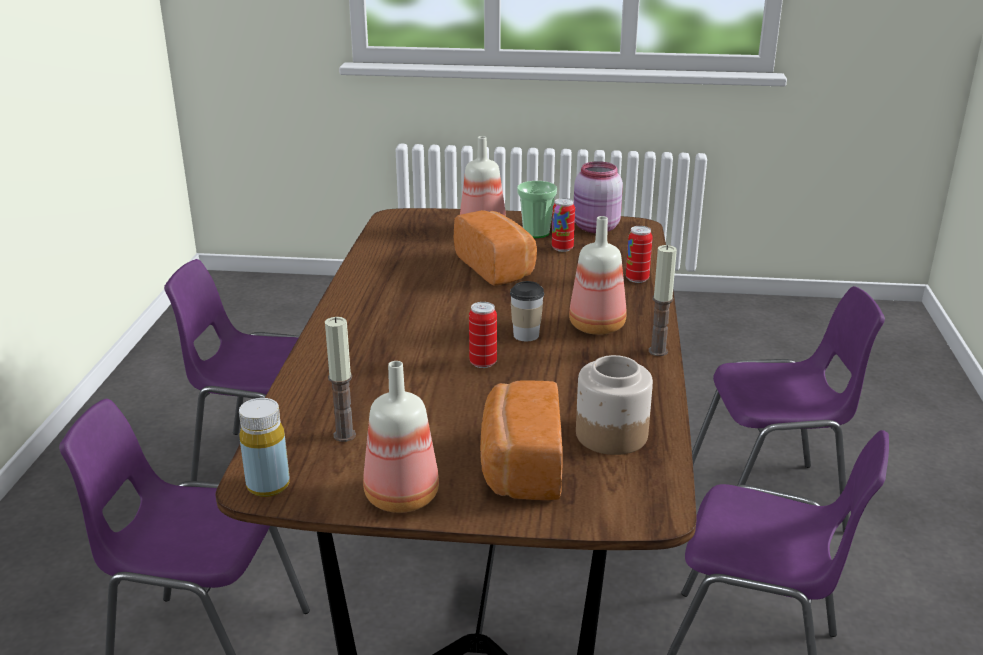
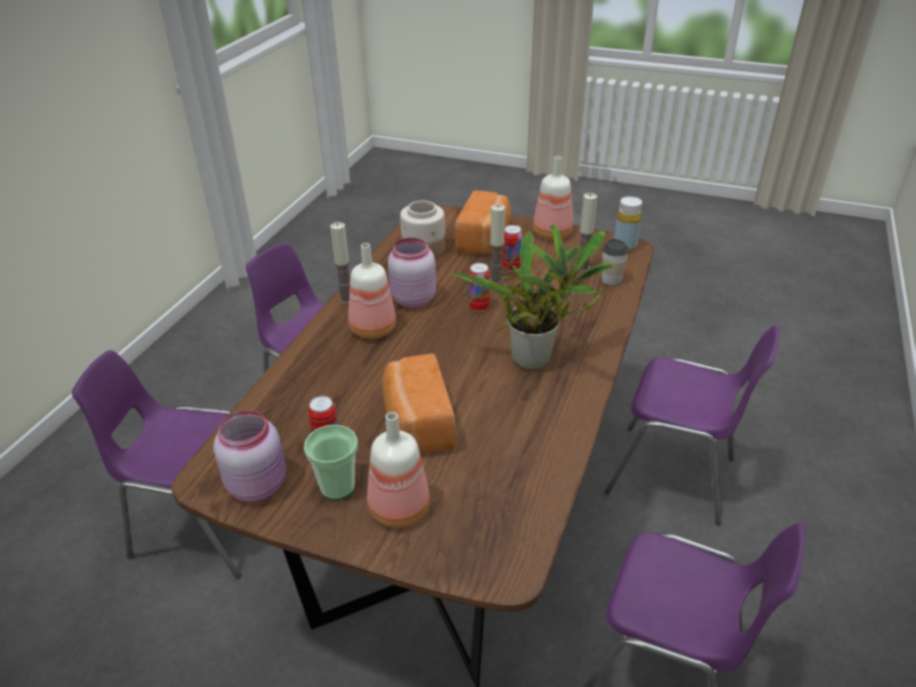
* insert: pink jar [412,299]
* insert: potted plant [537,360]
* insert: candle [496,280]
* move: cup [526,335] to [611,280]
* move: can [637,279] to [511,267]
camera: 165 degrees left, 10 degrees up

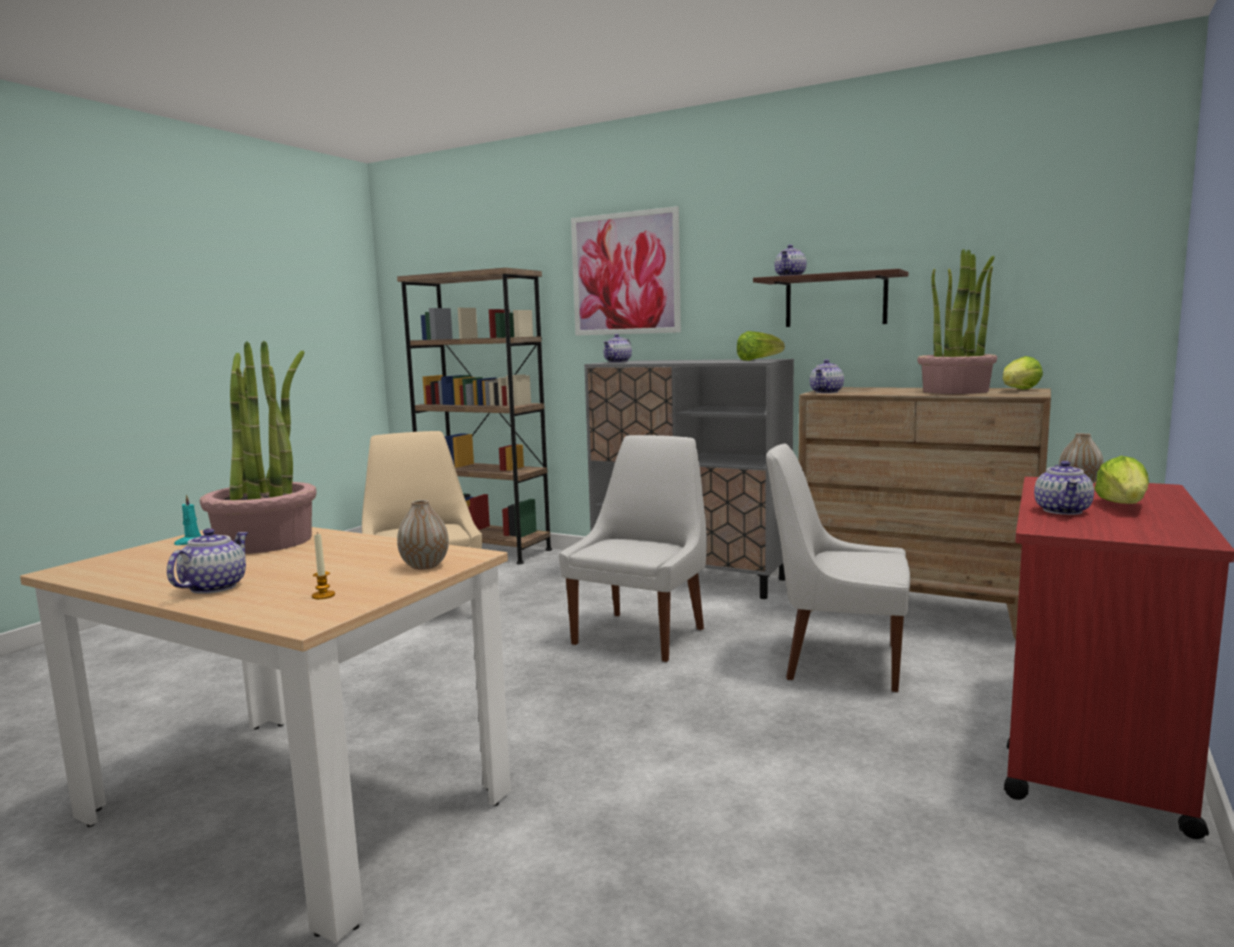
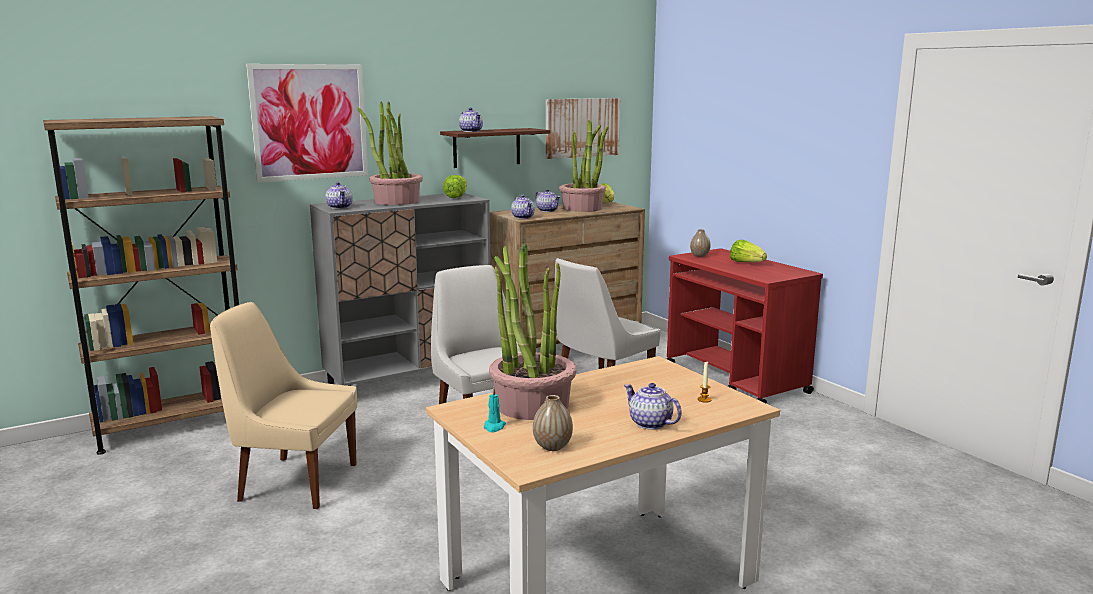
* insert: potted plant [396,201]
* insert: picture [582,127]
* move: vase [425,566] to [552,446]
* move: teapot [1063,511] to [547,210]
camera: 60 degrees left, 5 degrees up

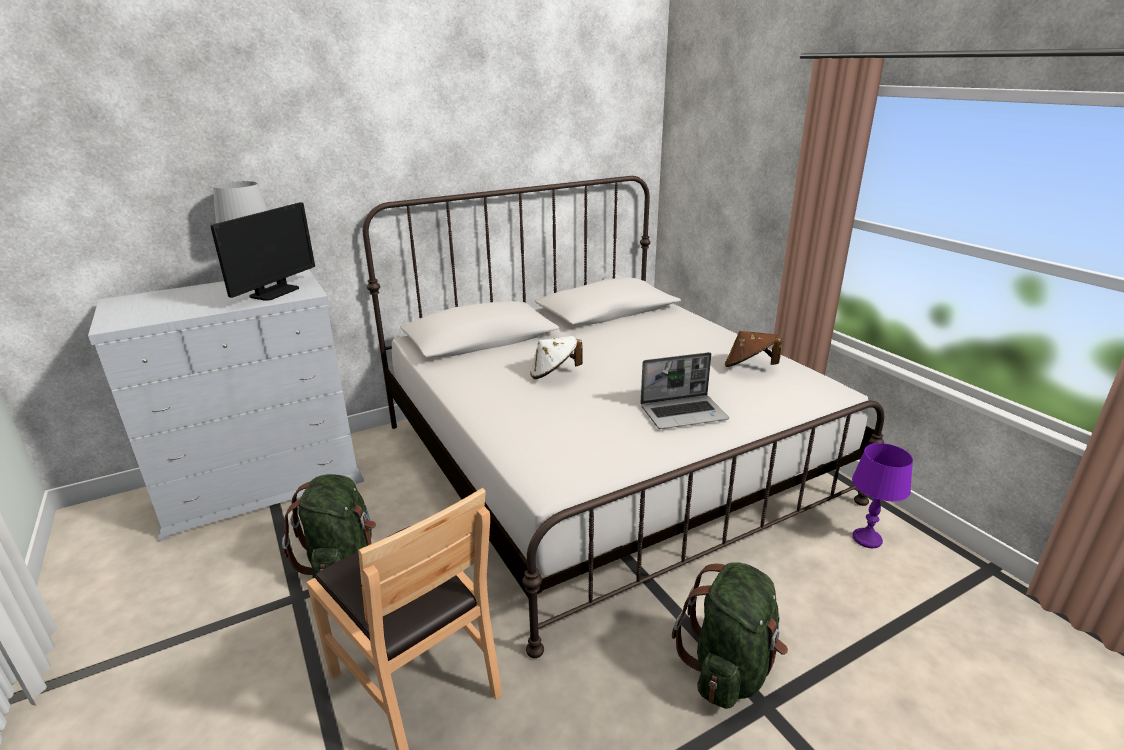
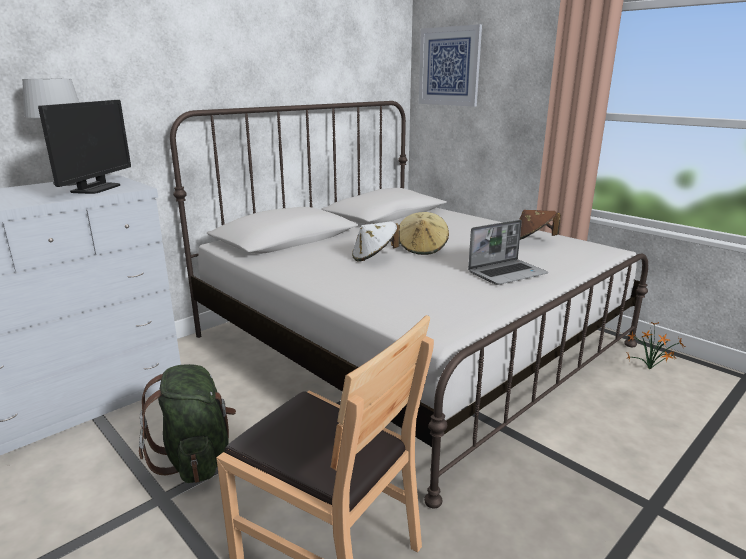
* delete: green backpack [729,668]
* insert: beige hat [422,248]
* insert: picture [449,66]
* replace: purple table lamp [867,539] to potted plant [651,370]
camera: 15 degrees left, 5 degrees down

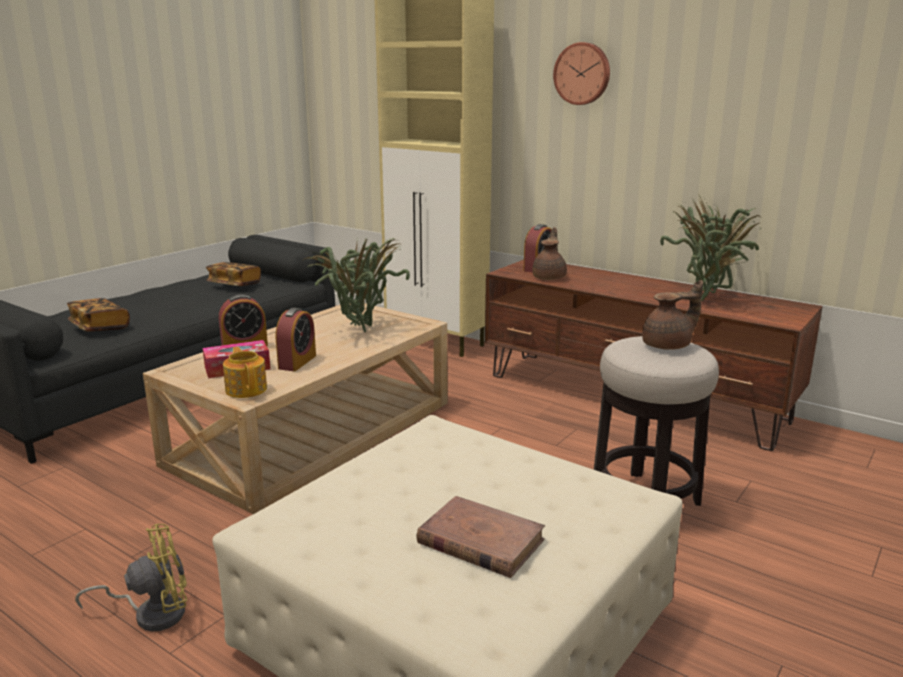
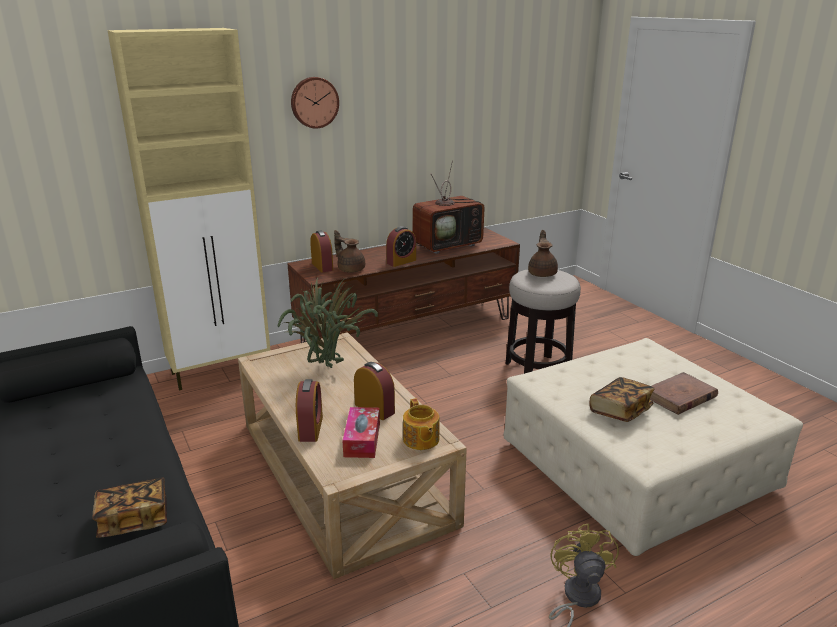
* insert: alarm clock [401,261]
* move: book [234,285] to [620,411]
* replace: potted plant [708,299] to television [448,245]
* rotate: teapot [246,389] = [420,440] 105 degrees counterclockwise
camera: 65 degrees left, 5 degrees up

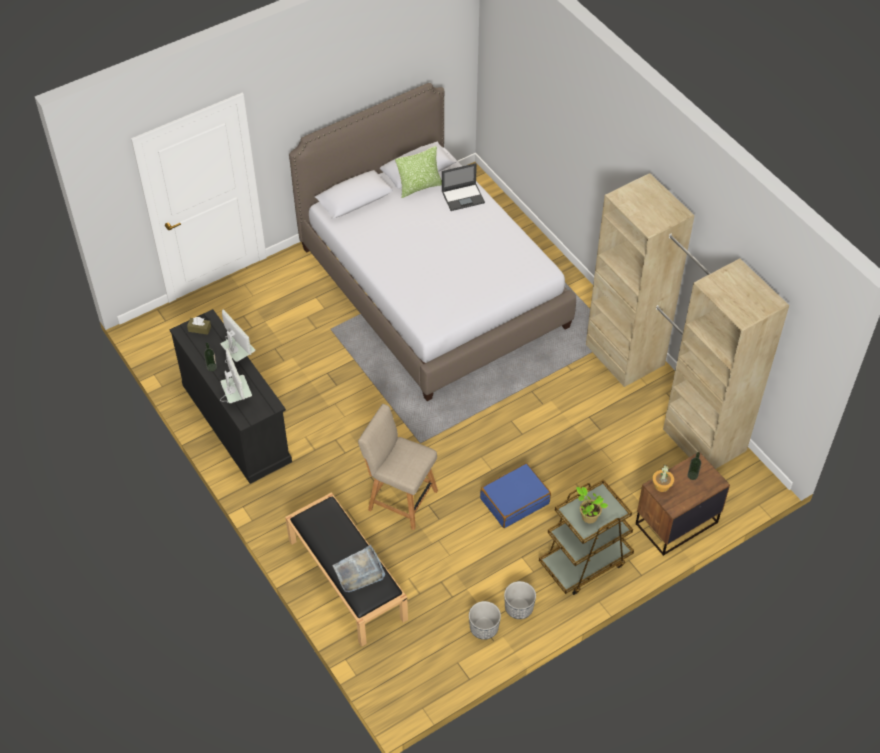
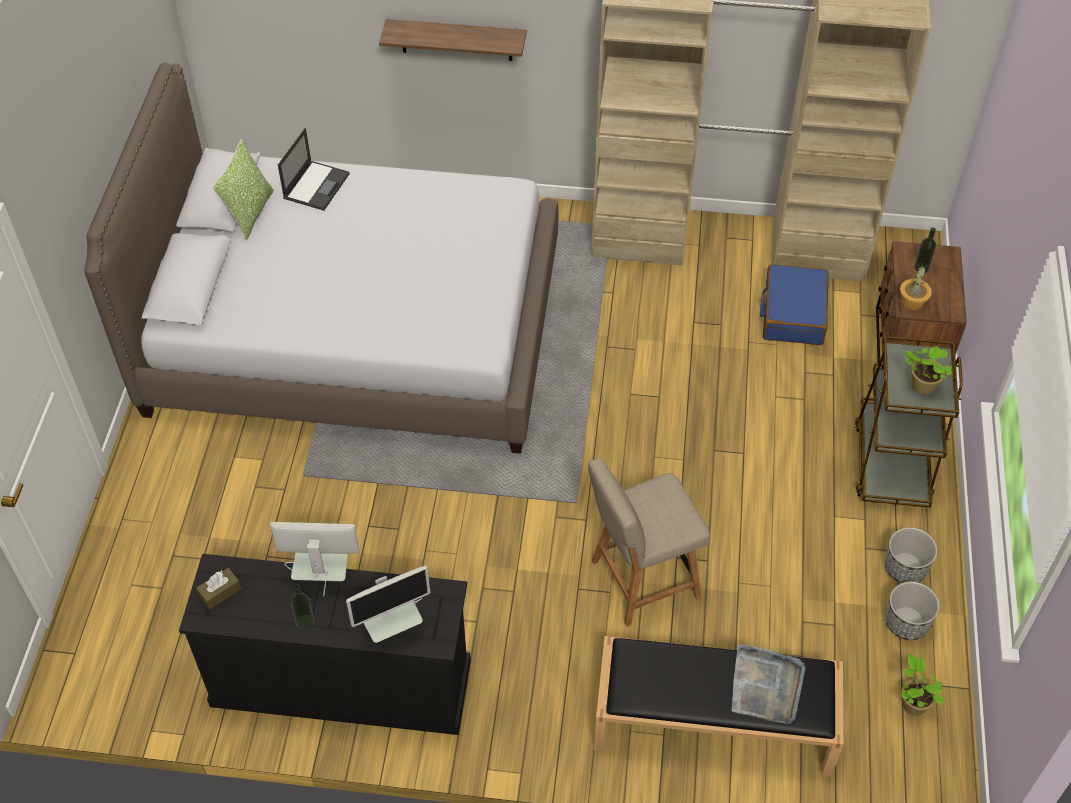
* insert: shelf [456,40]
* insert: potted plant [912,703]
* move: blue suitcase [514,500] to [793,313]
* rotate: monitor [236,398] = [392,627] 135 degrees clockwise
camera: 50 degrees left, 0 degrees up

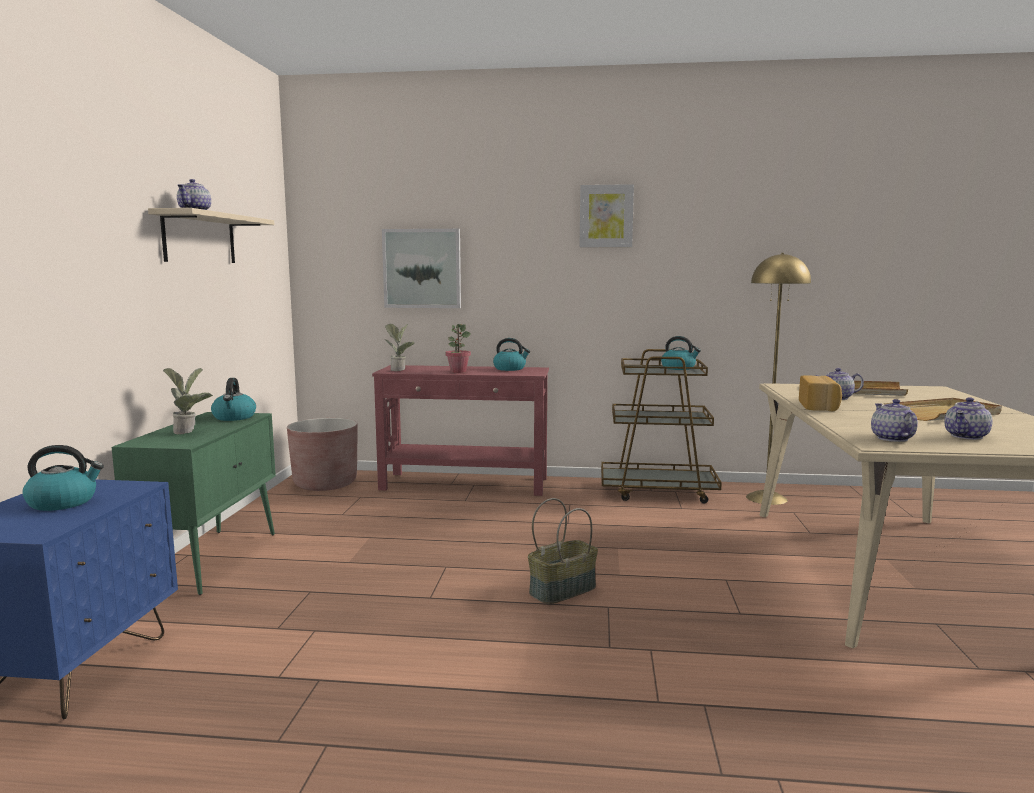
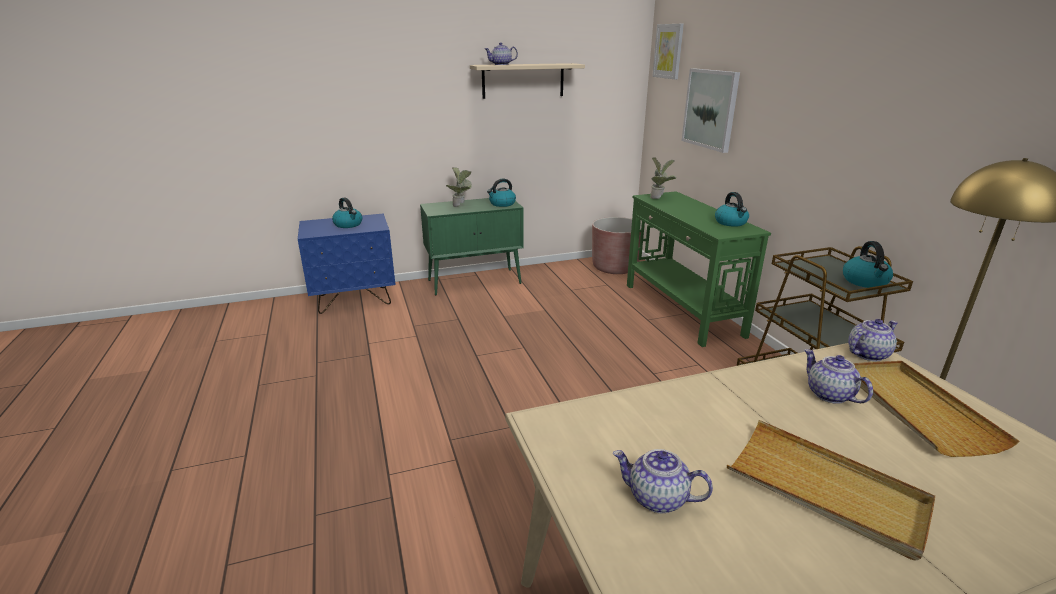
* delete: potted plant [458,371]
* delete: basket [562,590]
* delete: bread [819,406]
* move: picture [606,216] to [668,51]
* move: teapot [891,438] to [867,354]
* recolor: red console table [465,484] to green console table [681,310]
camera: 65 degrees right, 15 degrees up

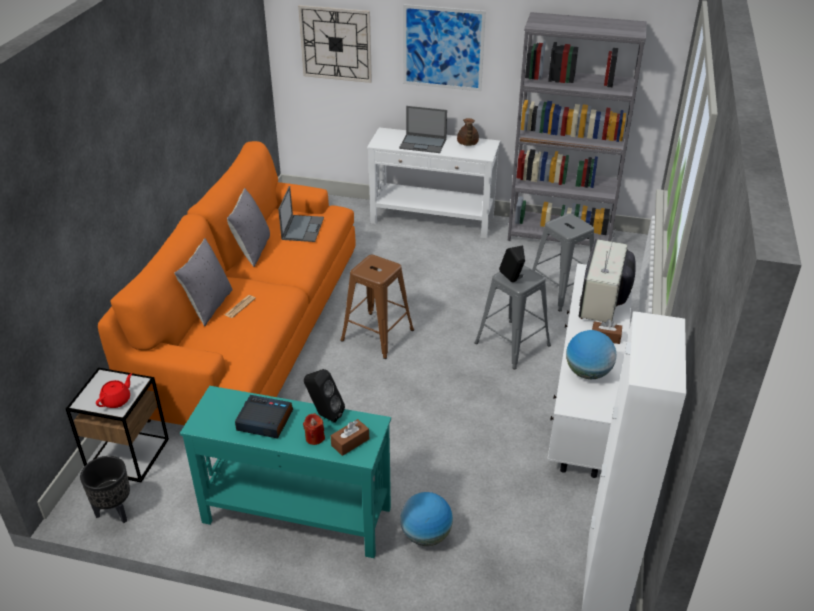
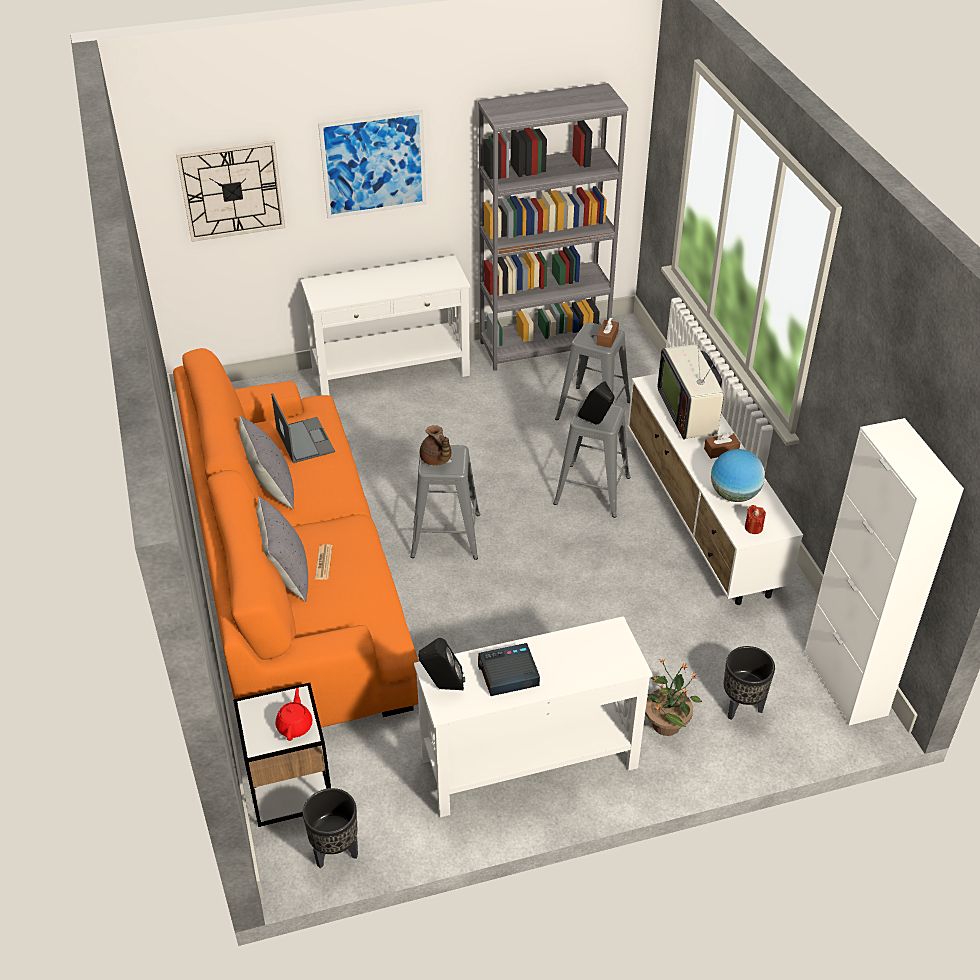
* delete: laptop [423,144]
* insert: black planter [742,707]
* move: red candle [314,438] to [753,528]
* move: black speaker [324,415] to [442,687]
* move: brown tissue box [350,442] to [607,338]
* move: brown teapot [467,143] to [436,460]
* replace: globe [426,535] to potted plant [666,723]
* recolor: turquoise console table [296,514] to white console table [528,762]
* recolor: brown stool [376,335] to grey stool [445,535]
camera: 30 degrees left, 5 degrees up

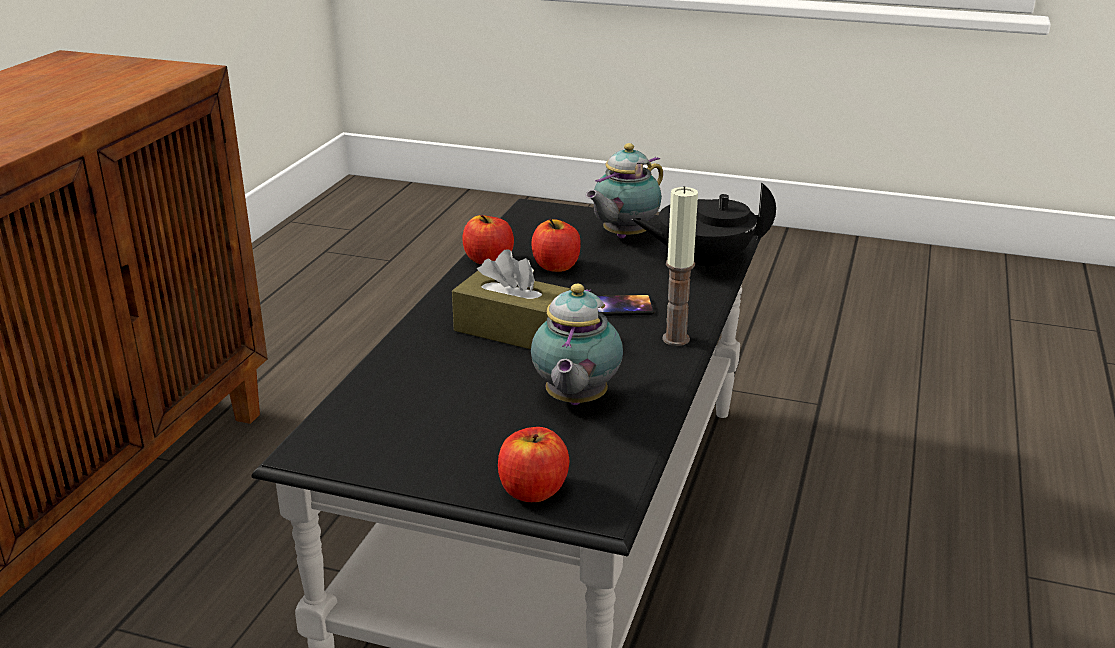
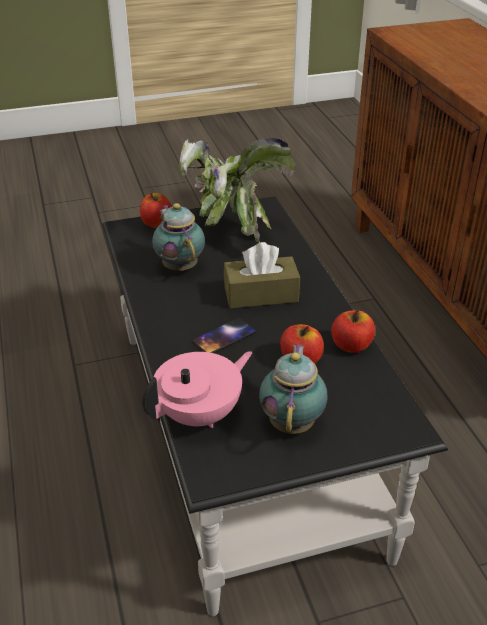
* delete: candle [675,339]
* insert: potted plant [231,226]
* recolor: black teapot [702,263] to pink teapot [200,414]
camera: 145 degrees right, 10 degrees up

